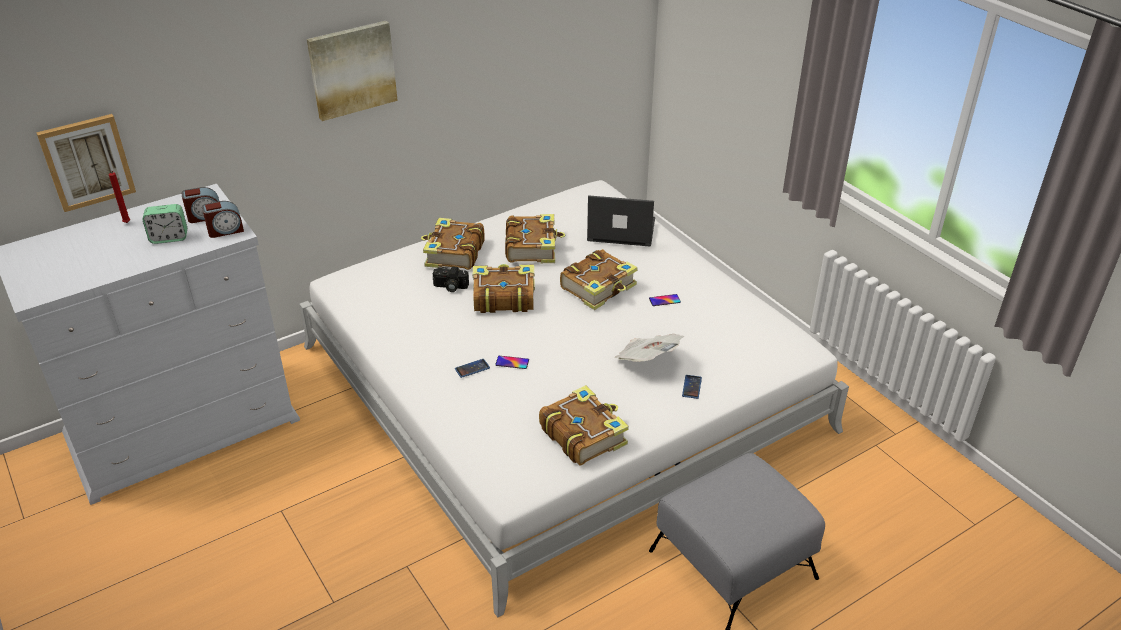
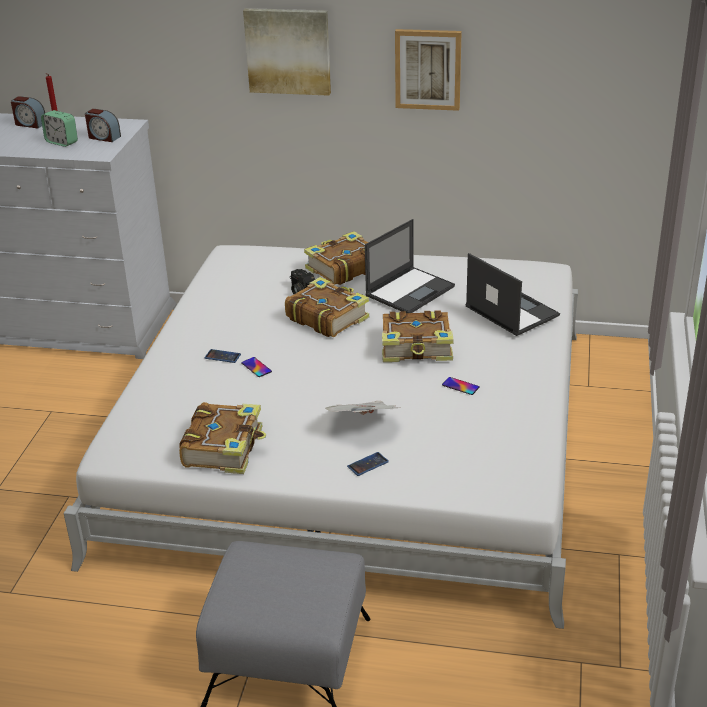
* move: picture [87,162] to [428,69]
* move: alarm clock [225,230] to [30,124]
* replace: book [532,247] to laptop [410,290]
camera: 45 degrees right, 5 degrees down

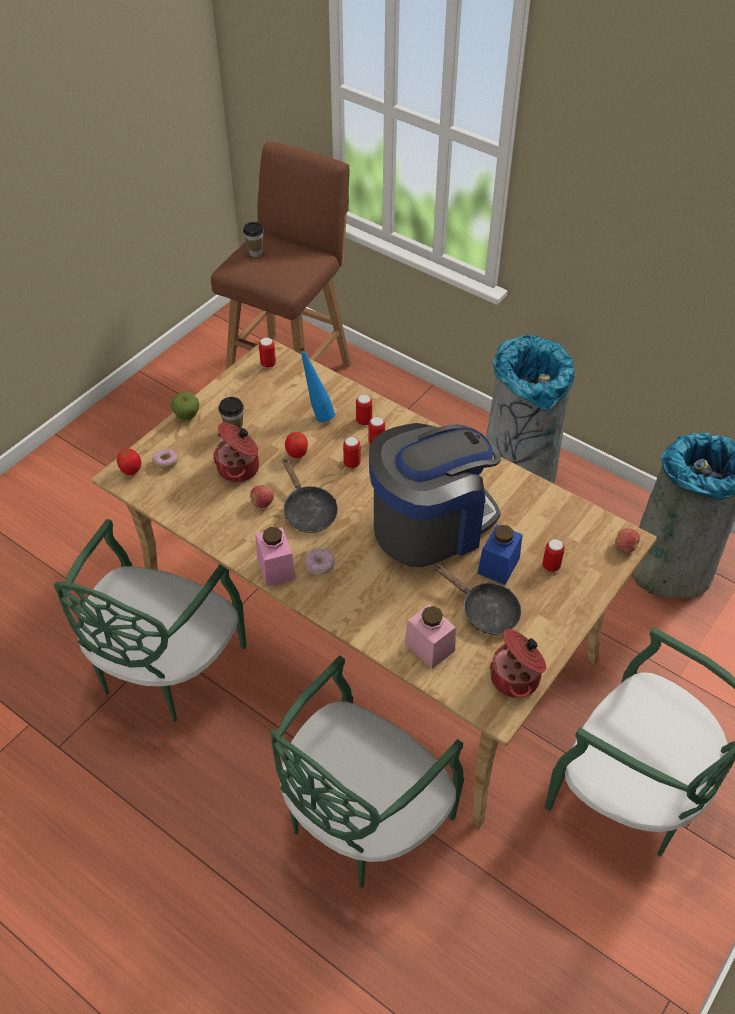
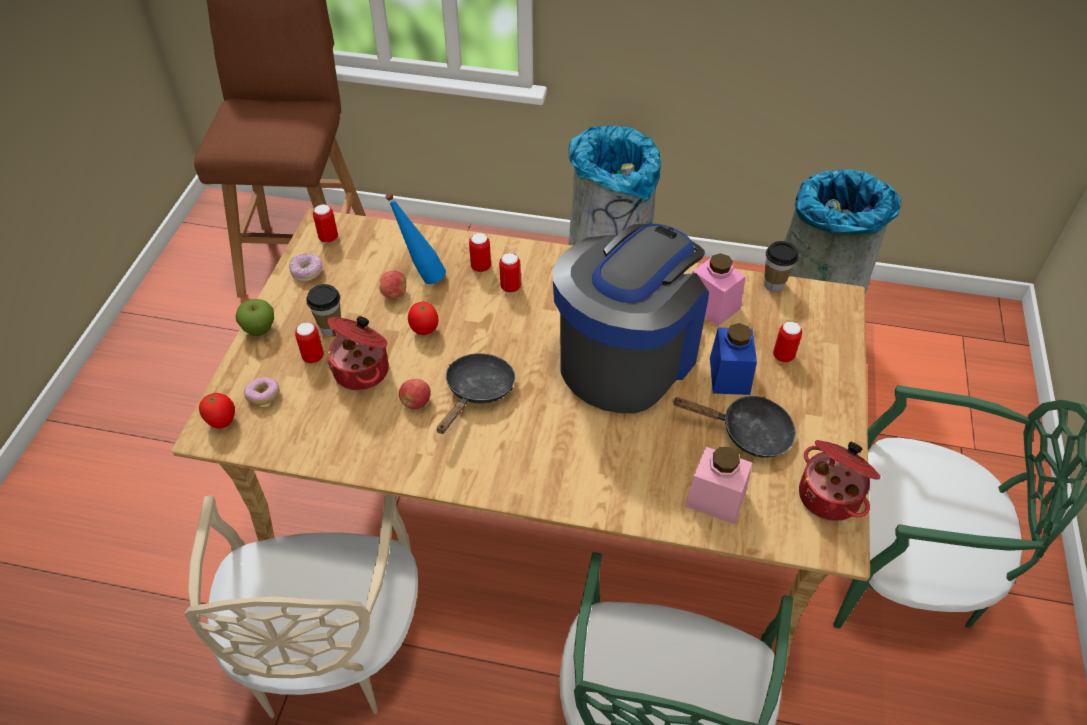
* move: cup [255,253] to [774,284]
* move: pink jar [276,568] to [712,306]
* move: donut [320,566] to [307,272]
* move: can [352,463] to [313,357]
* move: apple [625,547] to [394,293]
* recolor: green chair [164,667] to beige chair [329,651]
* rotate: black frying pan [308,511] = [477,392] 105 degrees counterclockwise
camera: 25 degrees left, 0 degrees up

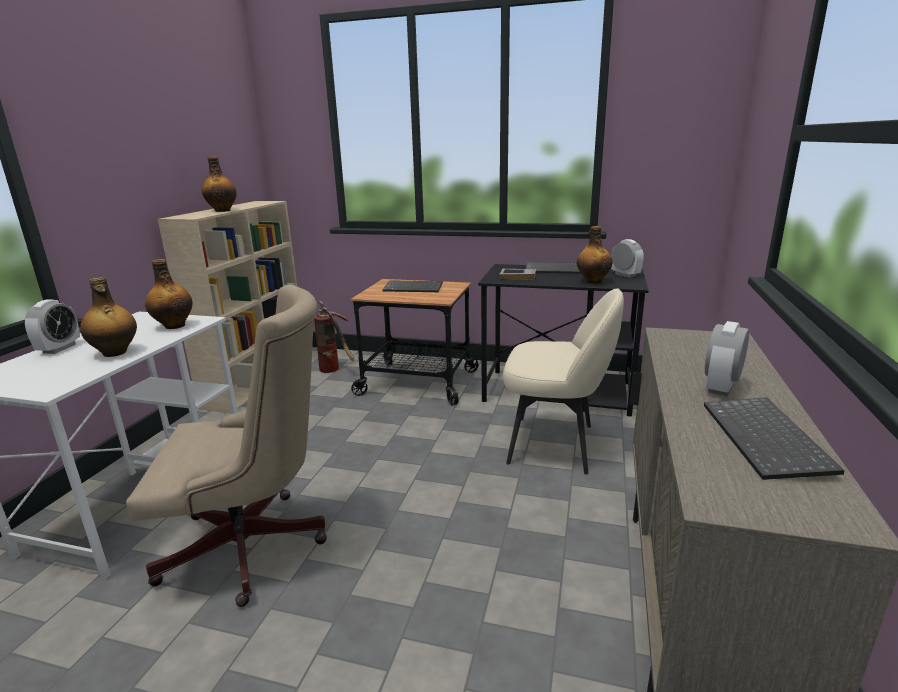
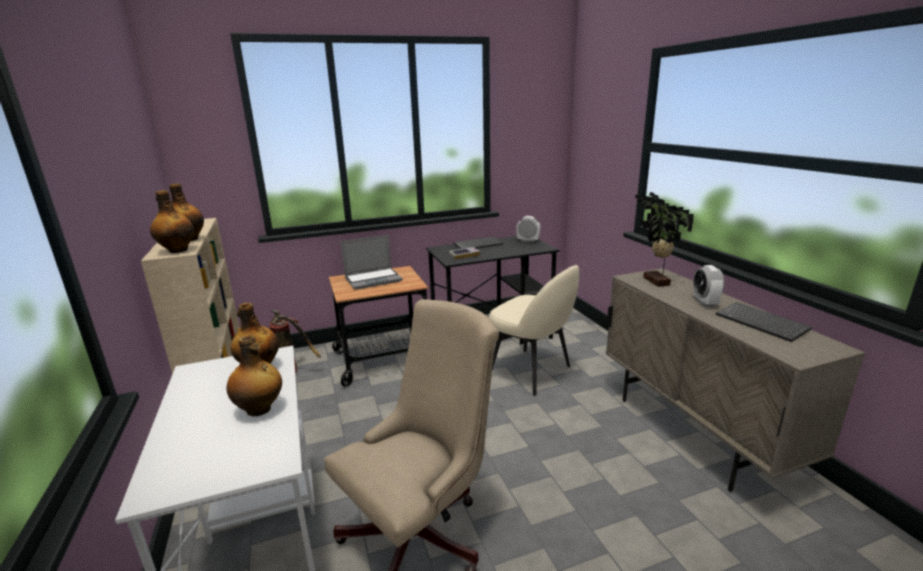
* delete: alarm clock [59,348]
* insert: potted plant [655,282]
* move: bottle [593,281] to [177,250]
* replace: keyboard [414,288] to laptop [374,279]
* rotate: beige chair [554,444] = [531,372] 60 degrees clockwise
camera: 35 degrees left, 0 degrees up

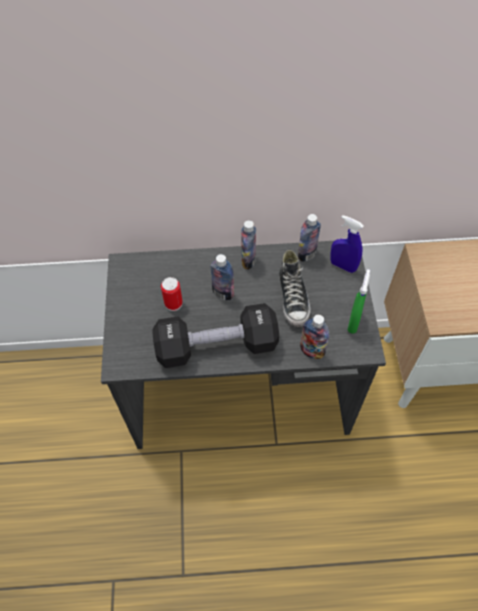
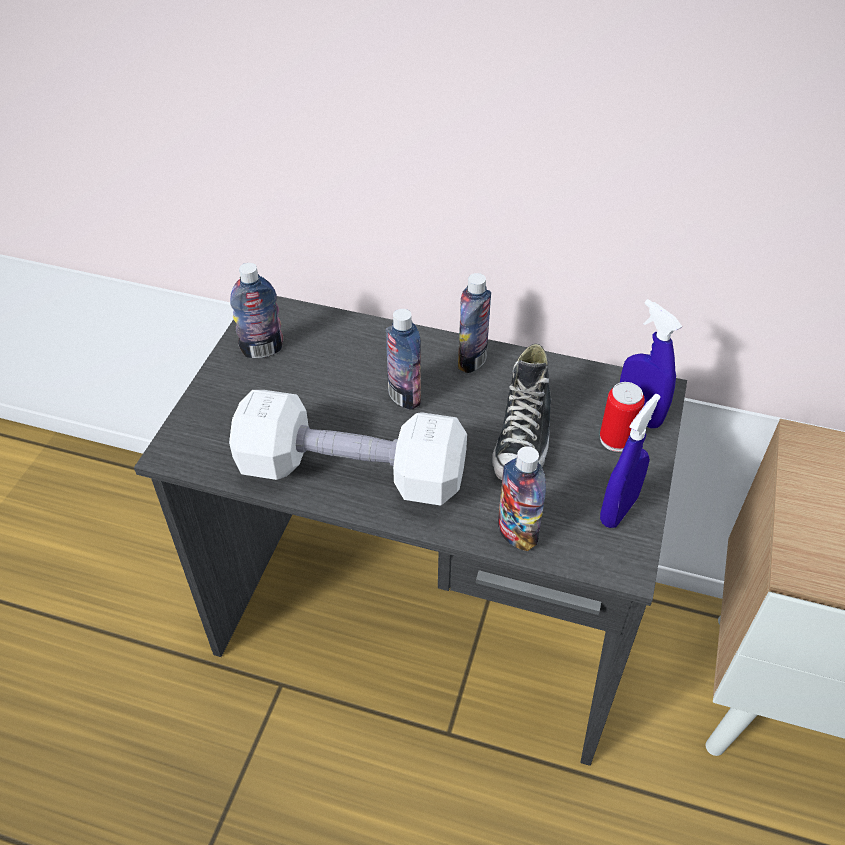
* move: can [173,303] to [616,439]
* move: bottle [307,254] to [262,350]
* recolor: black dumbbell [216,346] to white dumbbell [351,472]
* recolor: green spray bottle [353,322] to blue spray bottle [618,510]
camera: 20 degrees right, 10 degrees down

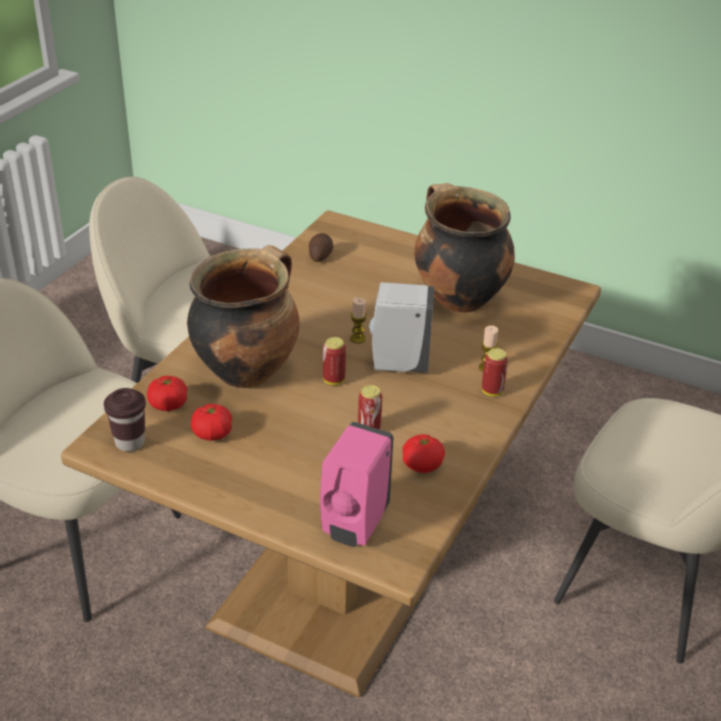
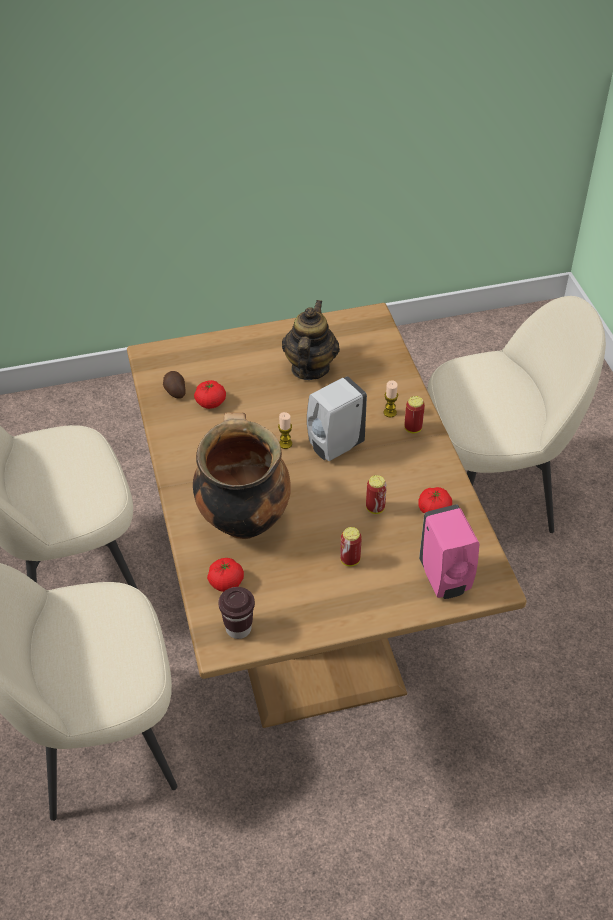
* move: tomato [212,433] to [210,402]
* move: can [334,380] to [350,560]
* replace: cooking pot [457,298] to teapot [309,368]
camera: 40 degrees left, 10 degrees up

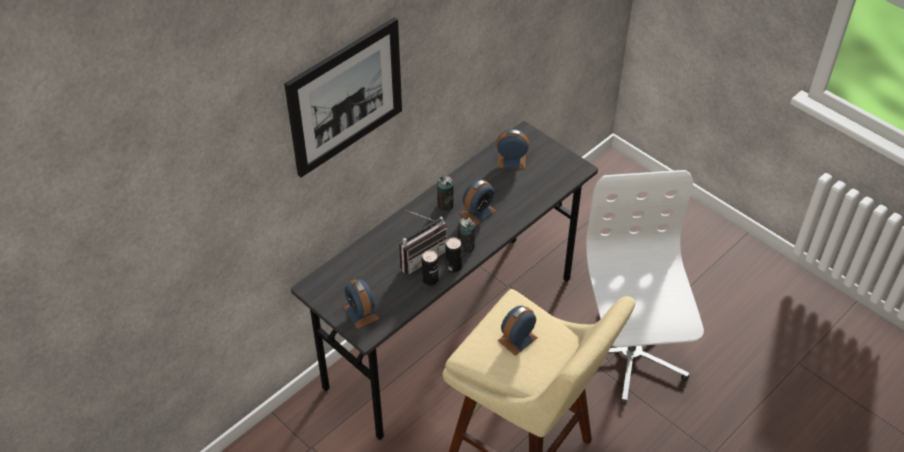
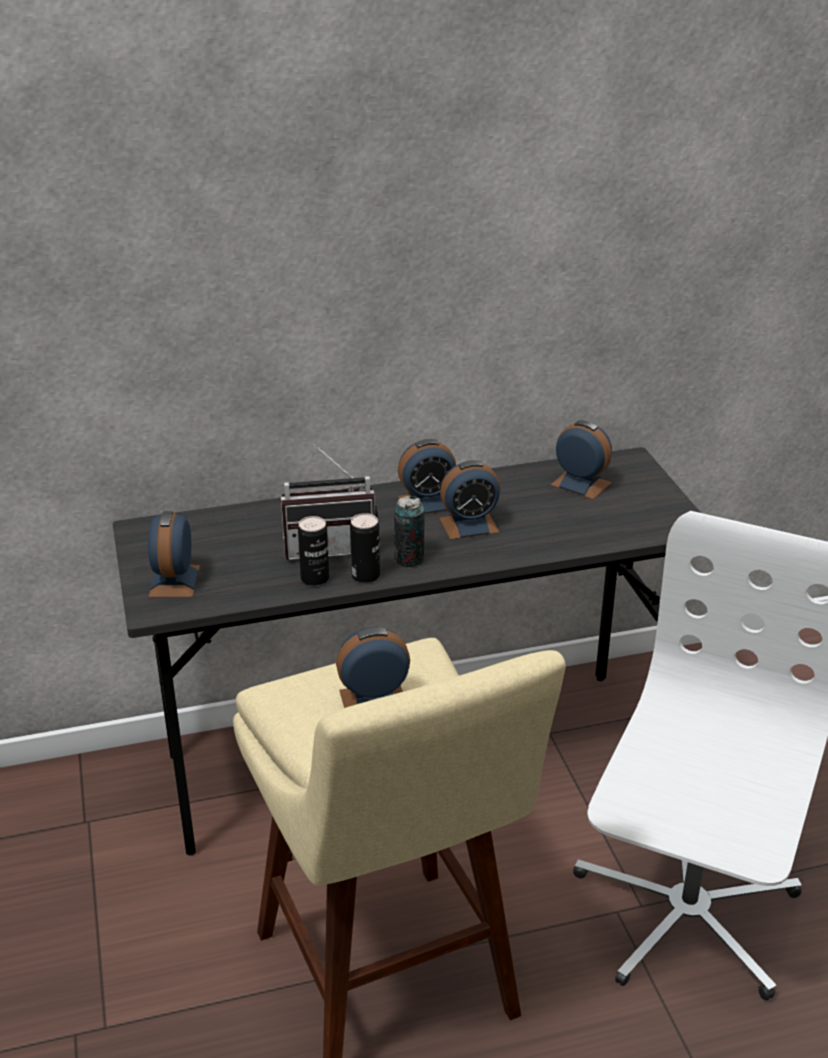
* delete: picture [345,97]
* replace: can [445,205] to alarm clock [426,503]
camera: 30 degrees right, 15 degrees down

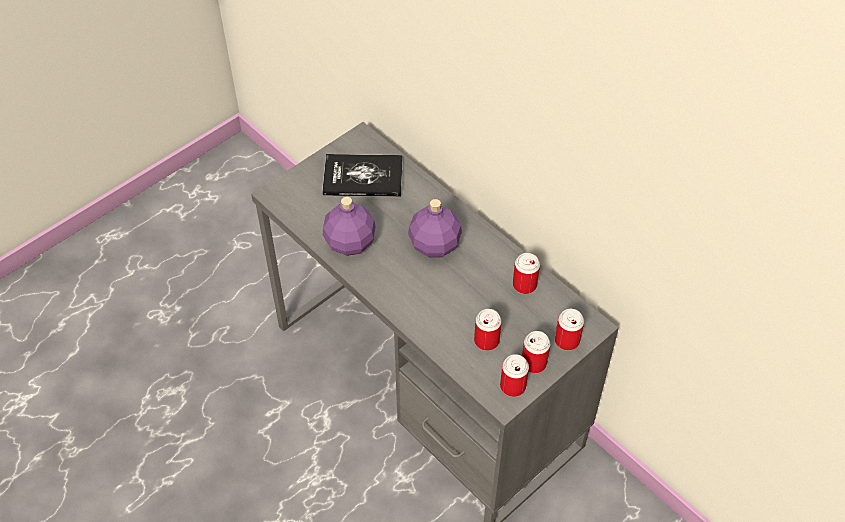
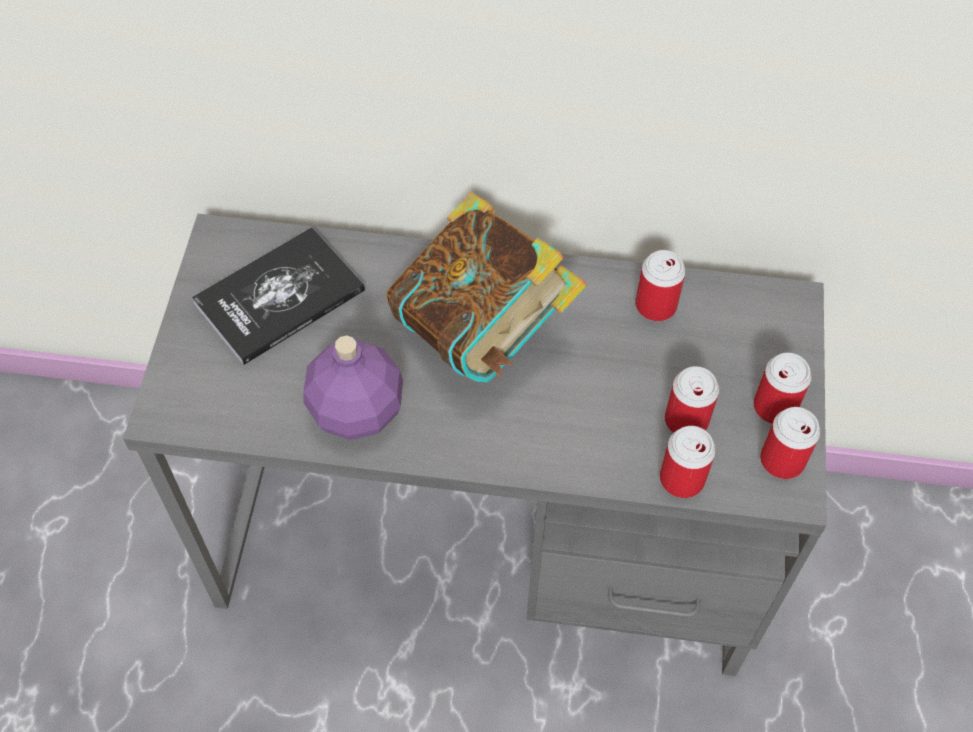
* move: can [567,340] to [682,479]
* replace: purple bottle [435,245] to book [482,329]
camera: 40 degrees left, 5 degrees up

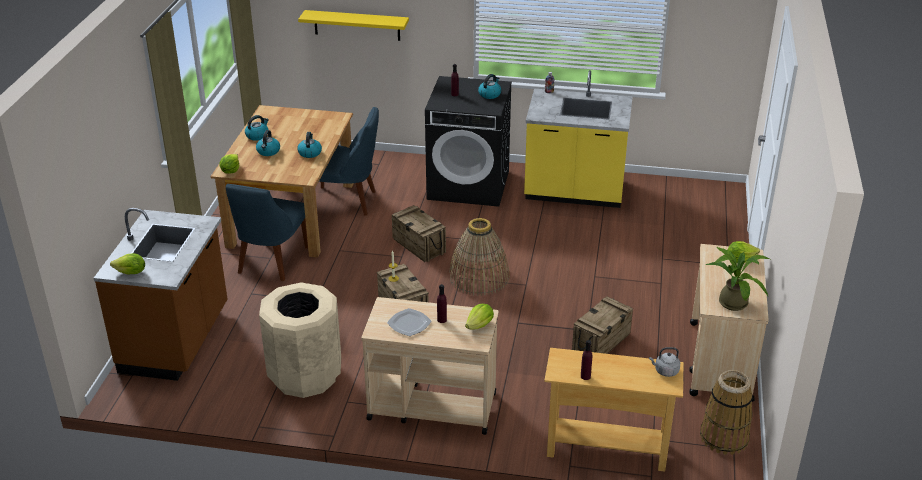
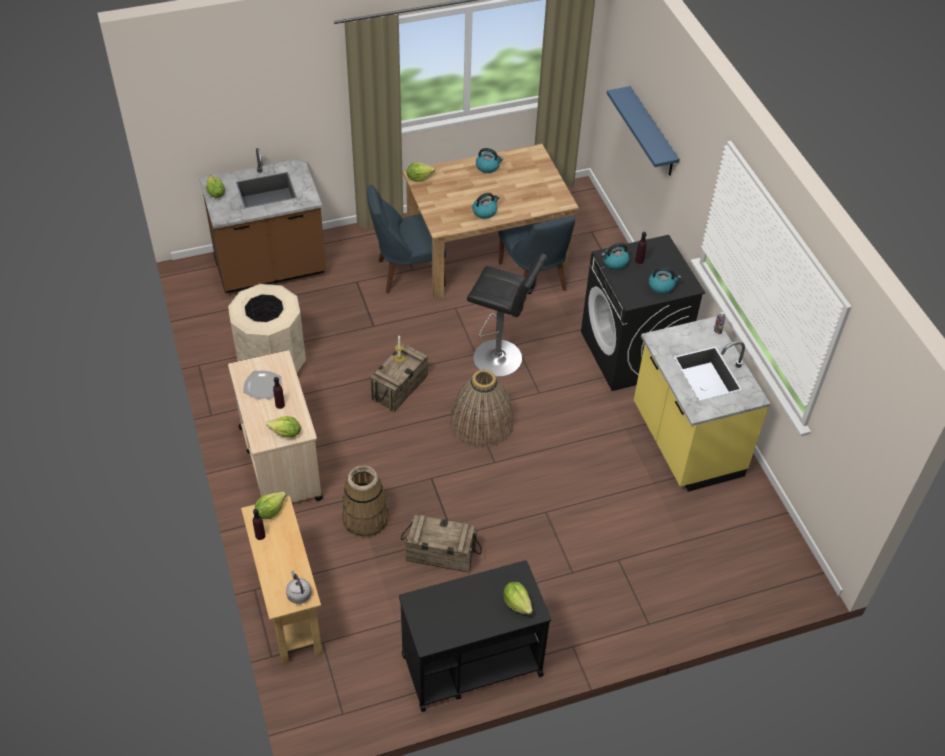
* delete: potted plant [732,300]
* insert: lettuce [270,511]
* move: kettle [268,151] to [614,262]
* move: basket [724,438] to [365,519]
* replace: crate [419,245] to black stool [501,359]
* recolor: yellow shelf [357,25] to blue shelf [652,133]
* recolor: beige cart [720,361] to black cart [470,664]
camera: 60 degrees right, 15 degrees up

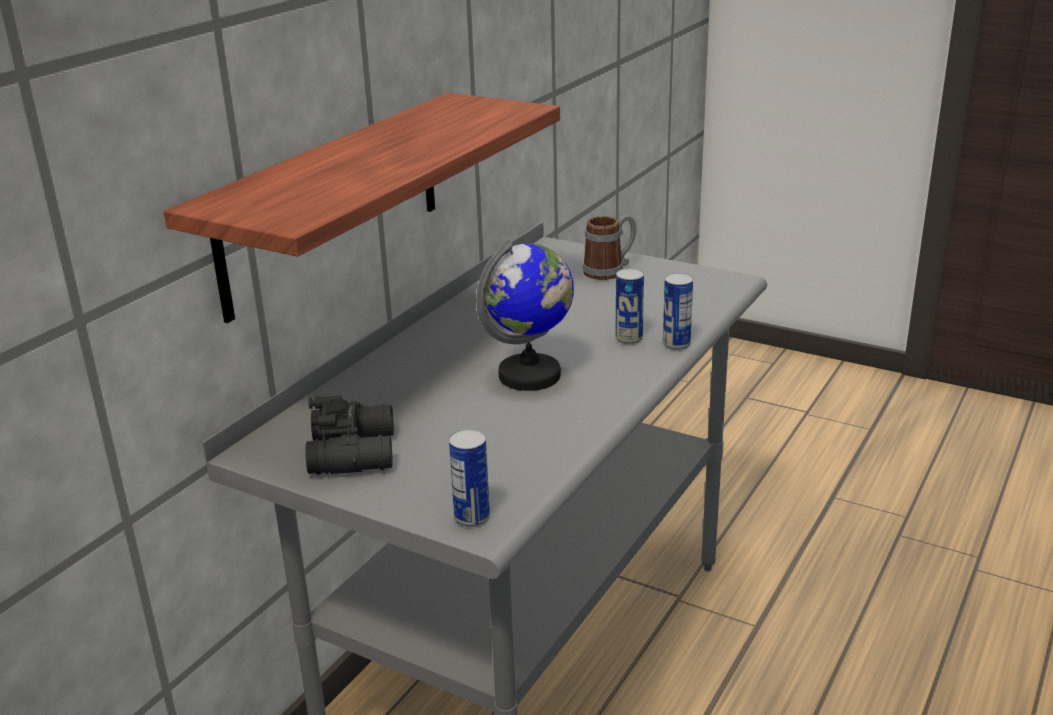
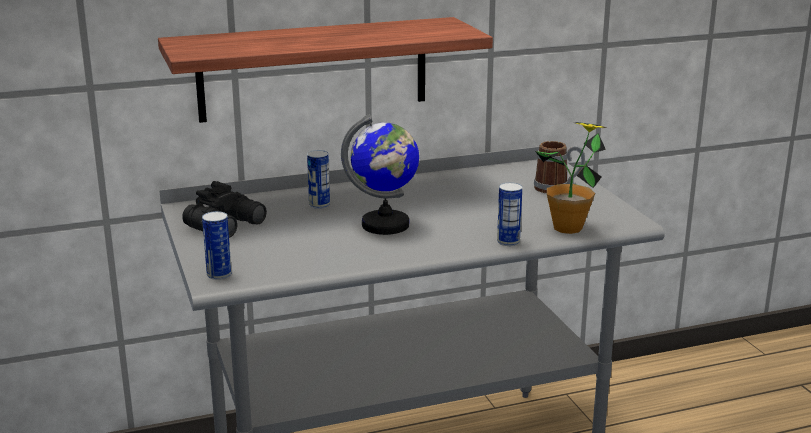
* insert: potted plant [568,228]
* move: can [629,338] to [319,205]
camera: 40 degrees right, 5 degrees down

